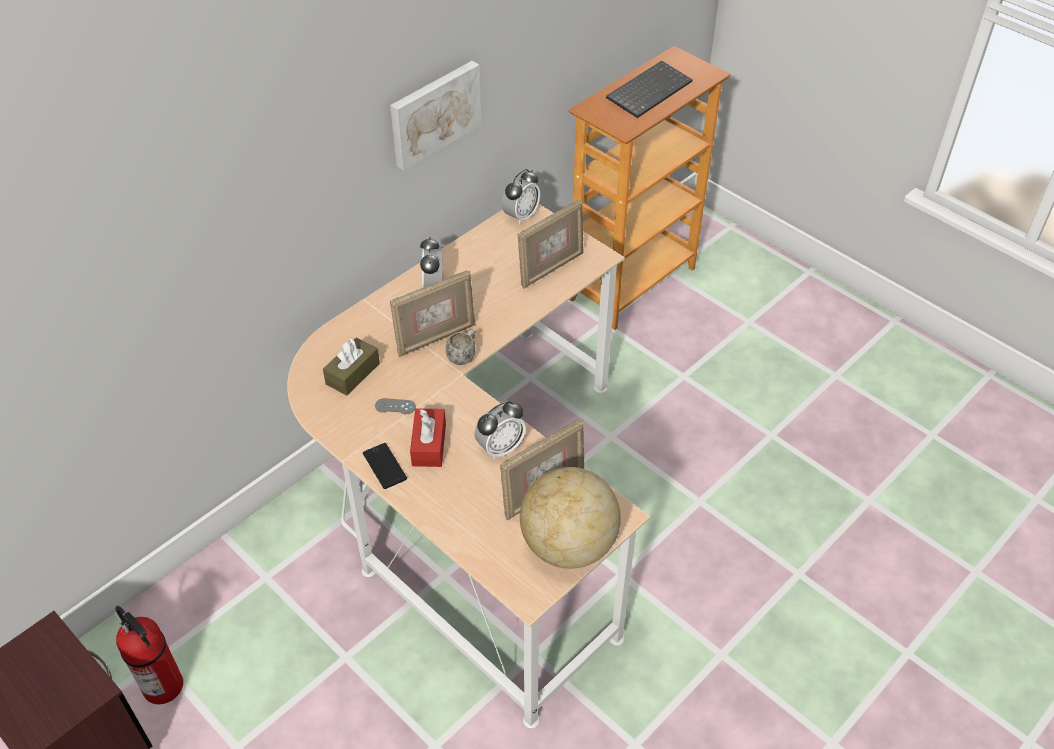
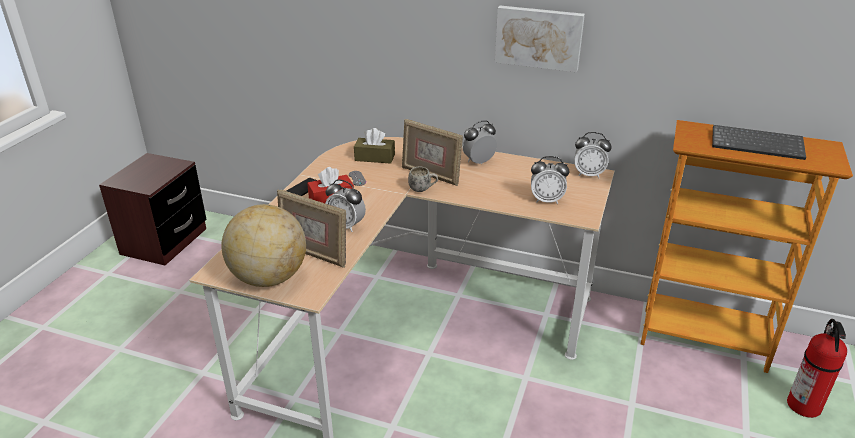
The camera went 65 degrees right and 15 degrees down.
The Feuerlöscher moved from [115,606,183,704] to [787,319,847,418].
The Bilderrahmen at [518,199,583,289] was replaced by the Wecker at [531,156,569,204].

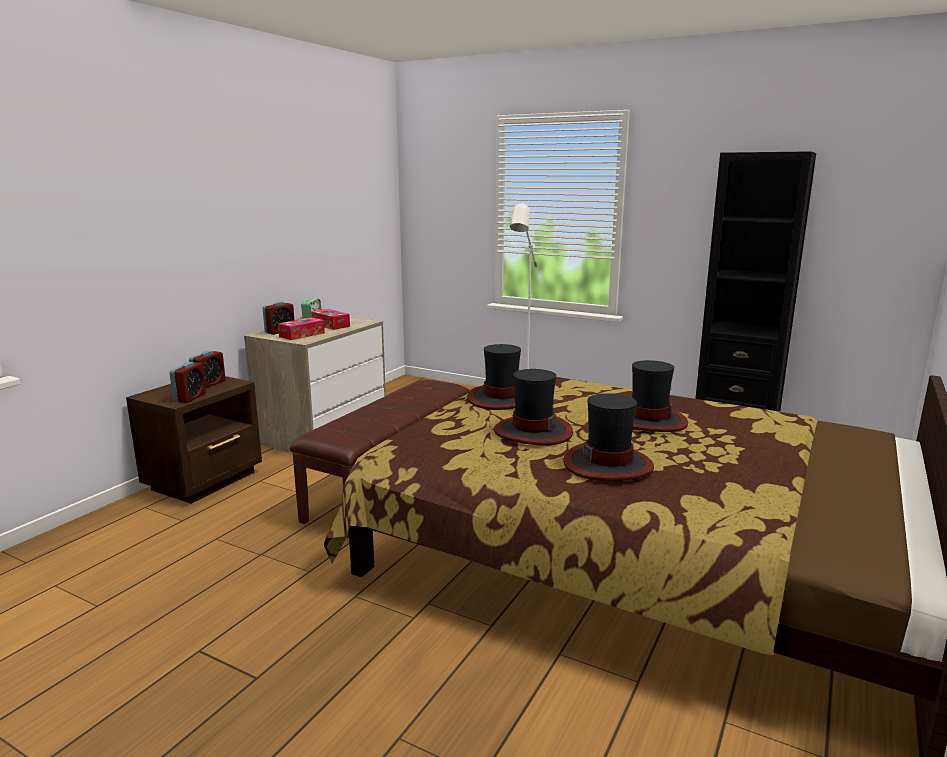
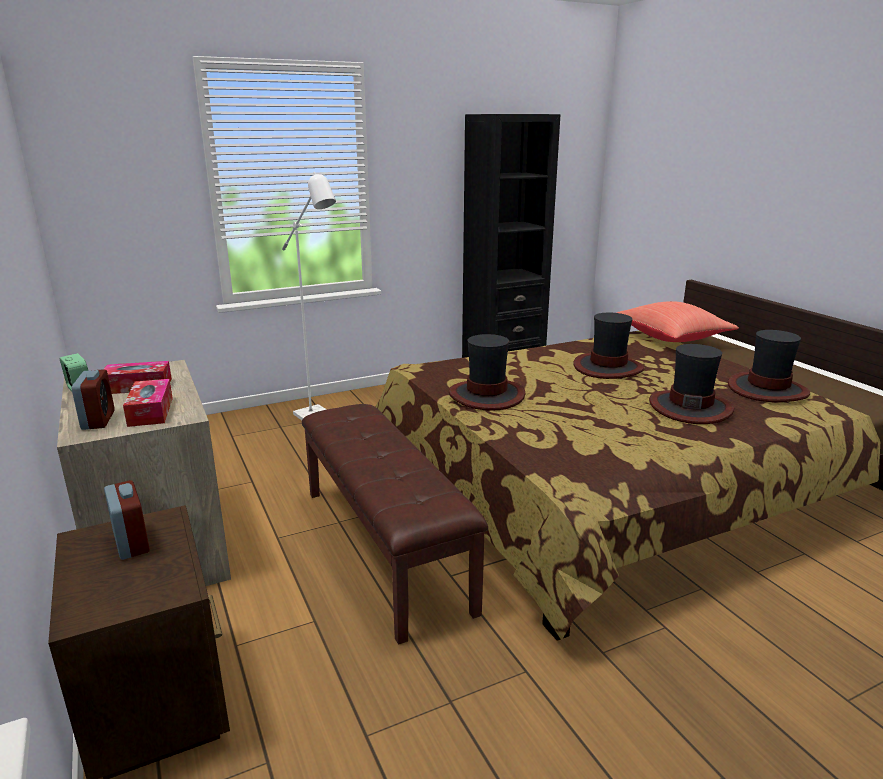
The camera went 55 degrees left and 5 degrees up.
The Wecker at [169,362,206,403] disappeared.
The Kissen (rot) at [617,301,739,342] appeared.
The Hut moved from [494,369,573,446] to [728,330,810,402].

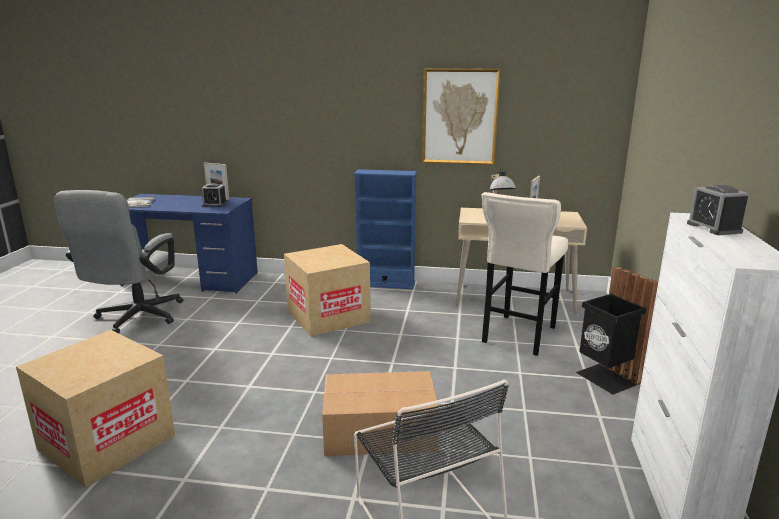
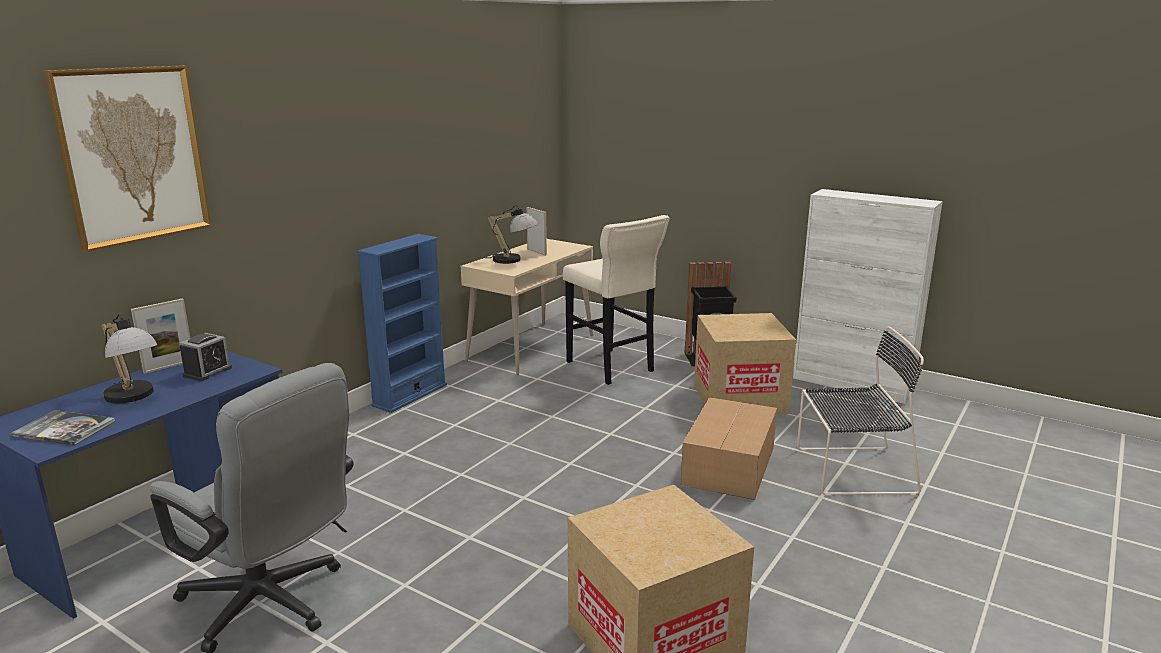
The camera went 65 degrees left and 0 degrees up.
The Wecker at [687,185,749,235] disappeared.
The Tischlampe at [102,313,157,403] appeared.
The Karton moved from [284,244,371,337] to [694,313,796,414].
The Bild moved from [422,68,500,165] to [43,66,212,252].

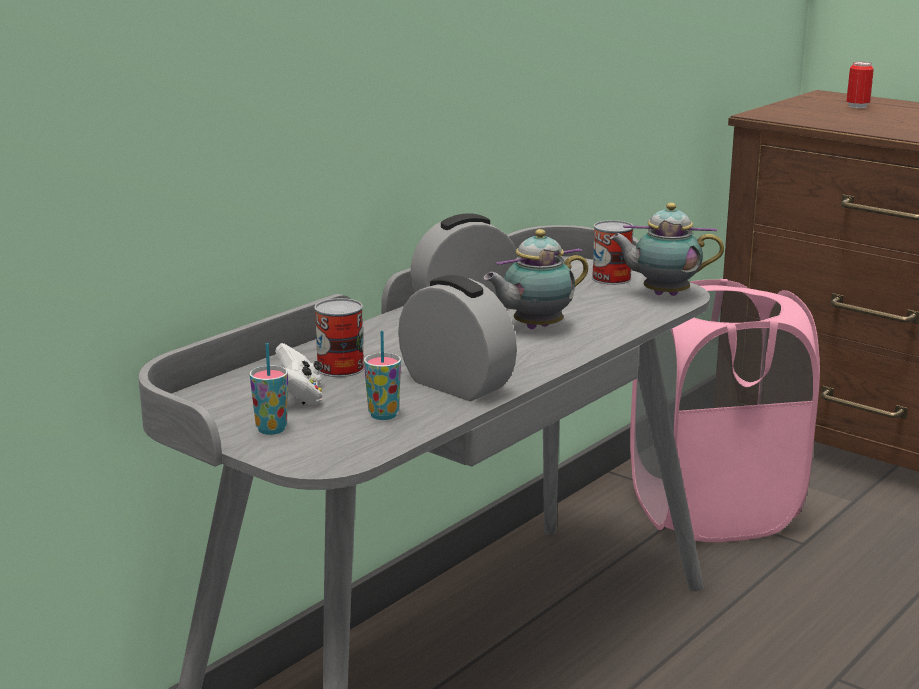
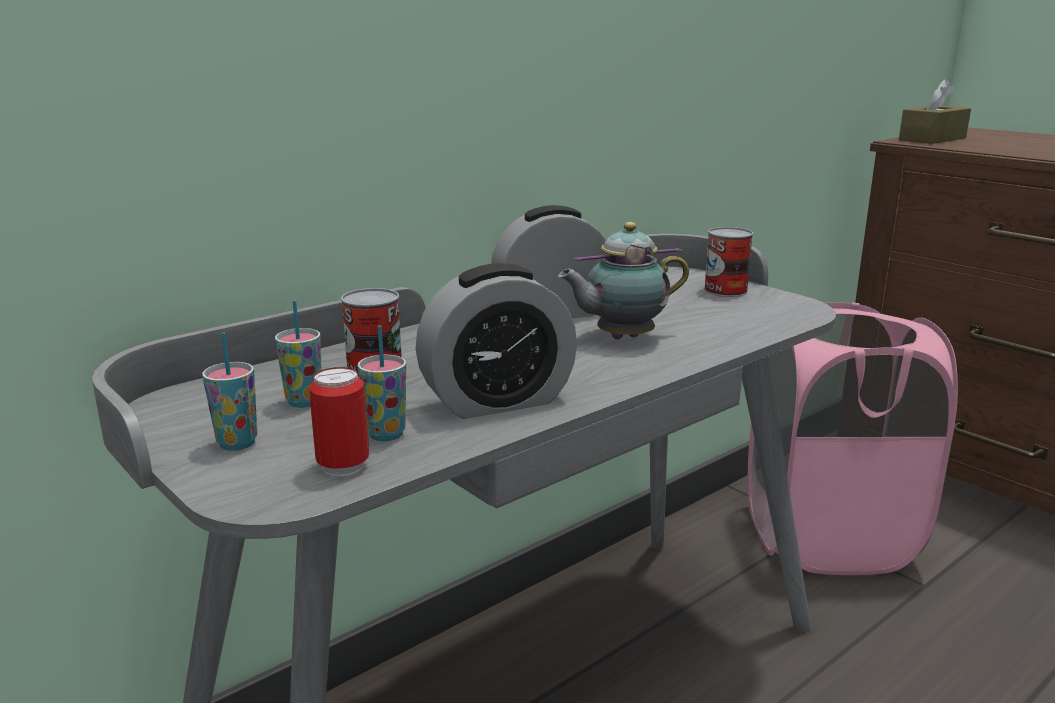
The camera went 10 degrees right and 0 degrees up.
The Teekanne at [610,203,724,296] disappeared.
The Taschentuchbox (braun) at [899,79,971,144] appeared.
The Dose moved from [847,62,874,108] to [309,367,369,476].
The Gamepad (weiß) at [275,343,323,405] was replaced by the Tasse at [275,301,321,408].
The Wecker at [398,275,517,401] turned 105 degrees clockwise.

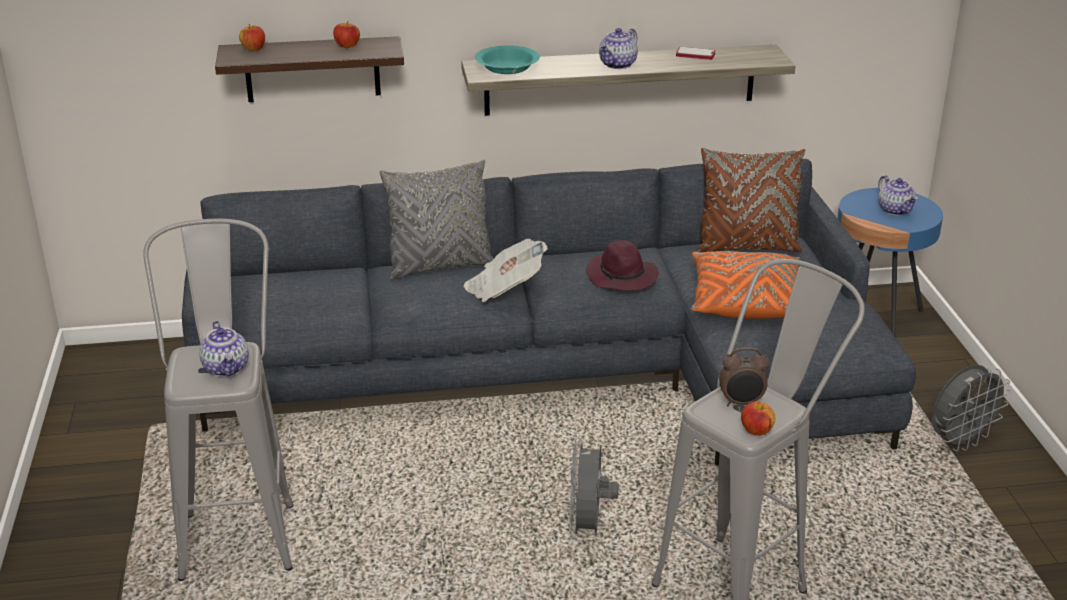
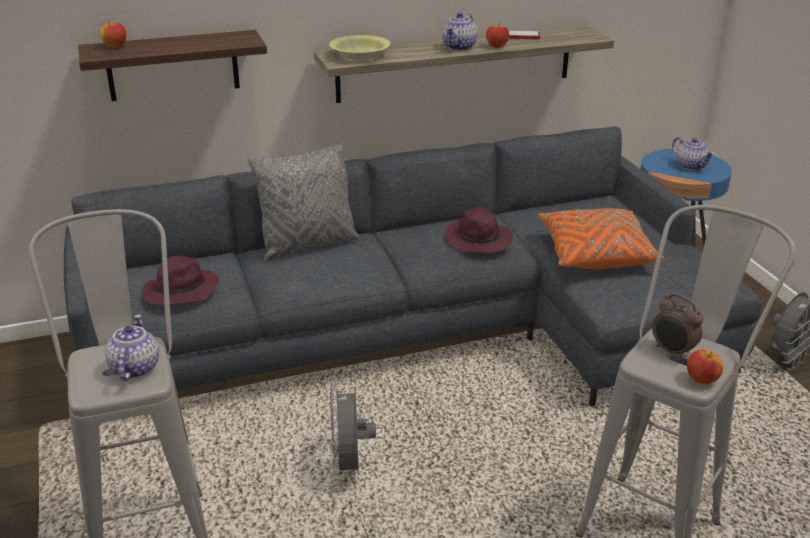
The camera went 10 degrees left and 0 degrees up.
The Zeitung at [464,239,548,302] disappeared.
The Kissen (braun) at [696,148,805,252] disappeared.
The Hut (lila) at [142,256,219,305] appeared.
The Apfel moved from [333,21,360,48] to [486,23,509,48].
The Ventilator (grau) moved from [569,438,619,539] to [330,384,376,480].
The Schüssel (türkis) at [475,45,540,74] became the Schüssel (gelb) at [329,35,390,60].
The Teekanne at [199,321,249,377] turned 150 degrees counterclockwise.
The Wecker at [719,347,769,406] turned 60 degrees clockwise.

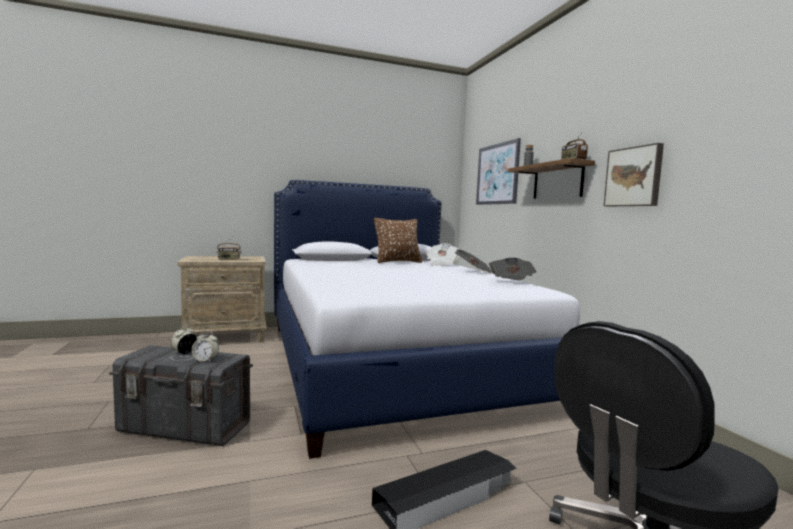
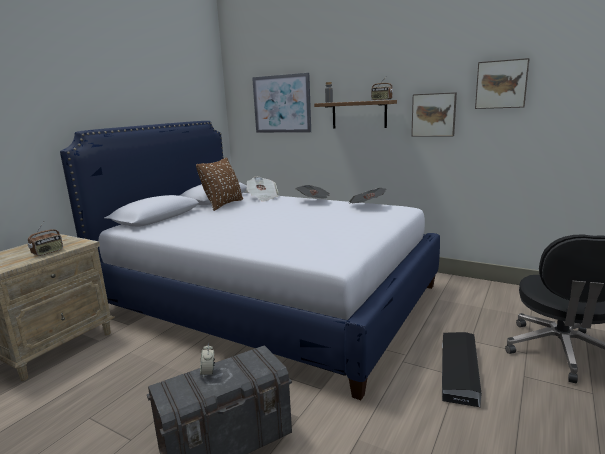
The camera went 40 degrees left and 10 degrees up.
The Wecker at [192,330,219,362] disappeared.
The Bild at [475,58,530,109] appeared.

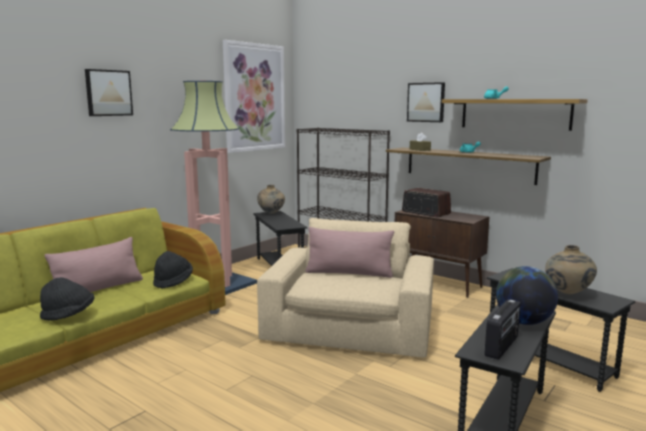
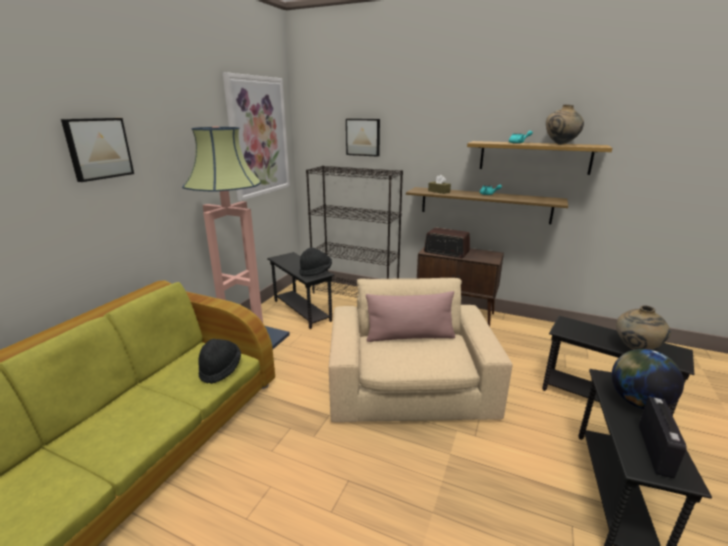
The camera went 15 degrees left and 10 degrees up.
The Kissen (rosa) at [45,237,143,292] disappeared.
The Hut (schwarz) moved from [40,277,94,321] to [299,247,332,276].
The Vase (beige) moved from [257,185,285,214] to [546,105,584,145].
The Bild moved from [407,82,445,122] to [346,119,380,157].

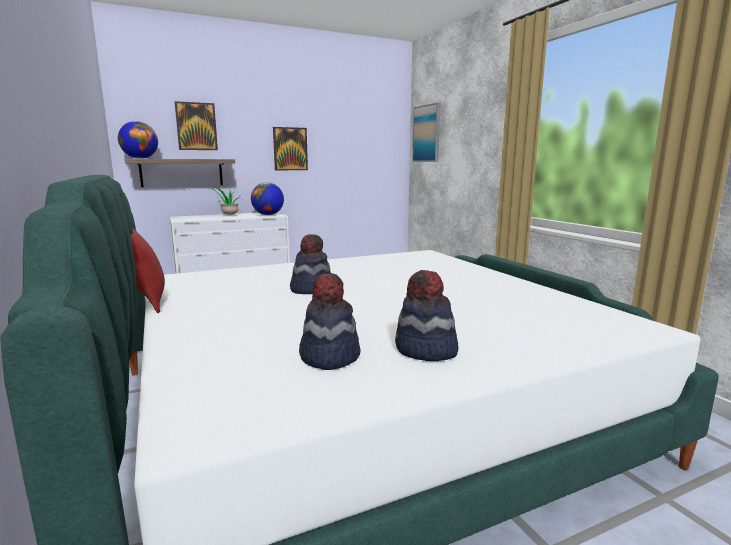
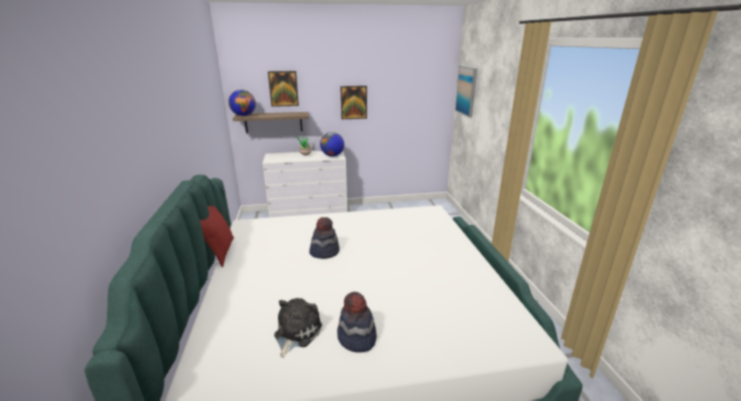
The camera went 15 degrees right and 10 degrees up.
The Hut at [299,273,360,370] was replaced by the Plüschtier at [274,298,322,358].

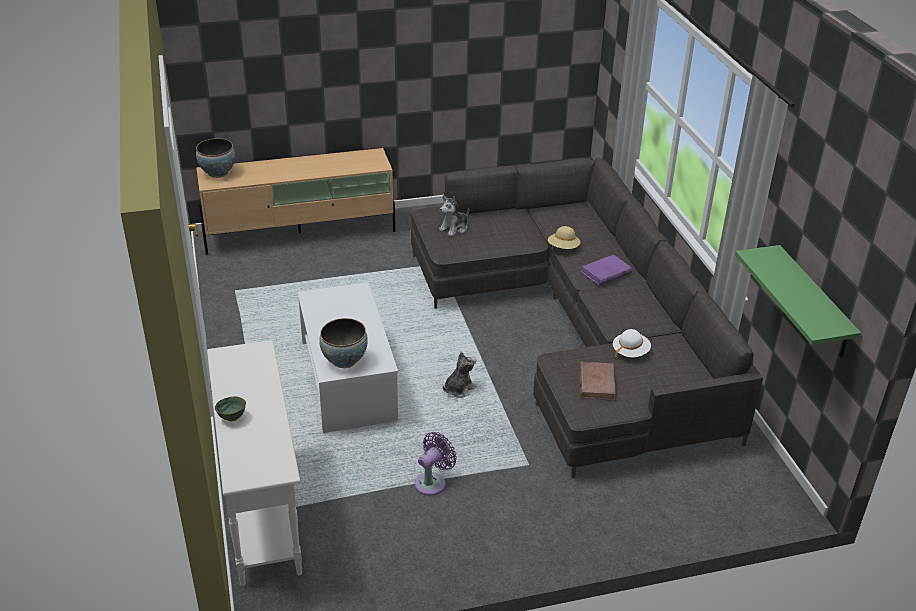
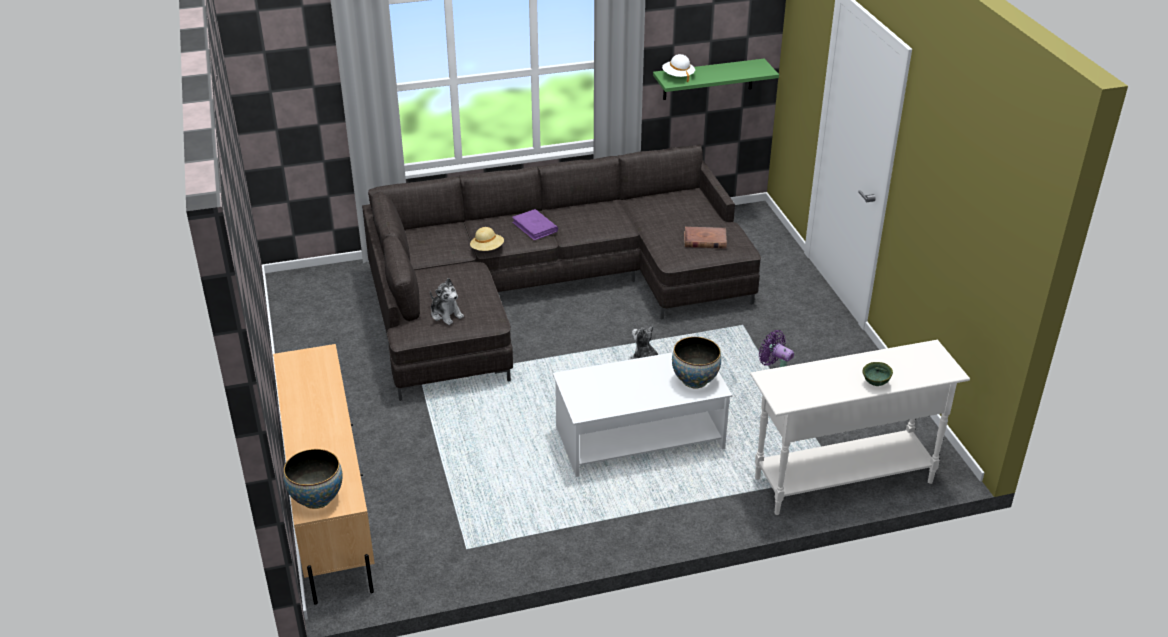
The camera went 90 degrees left and 0 degrees up.
The Hut (weiß) moved from [613,329,651,358] to [662,54,695,82].

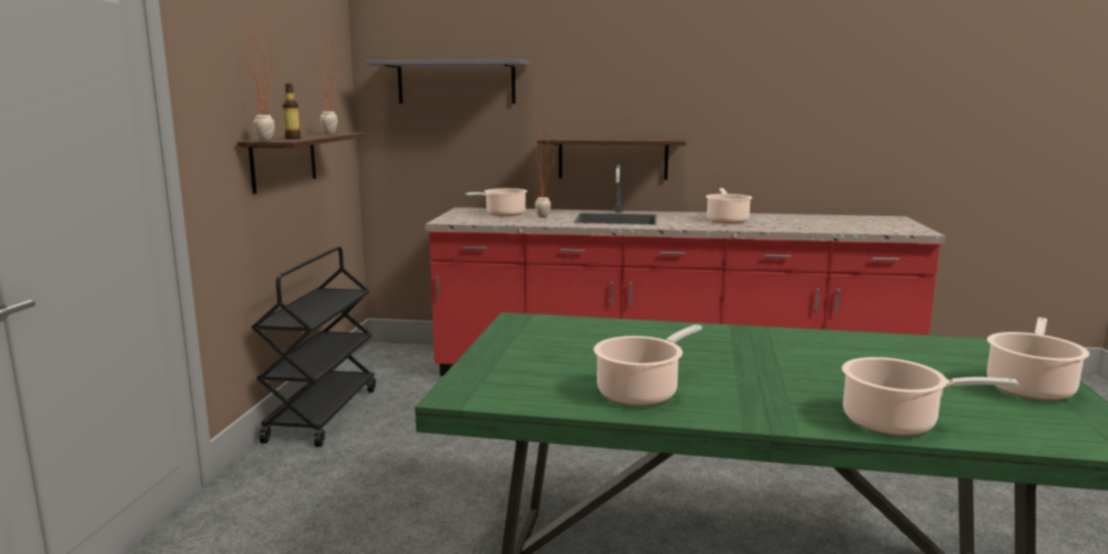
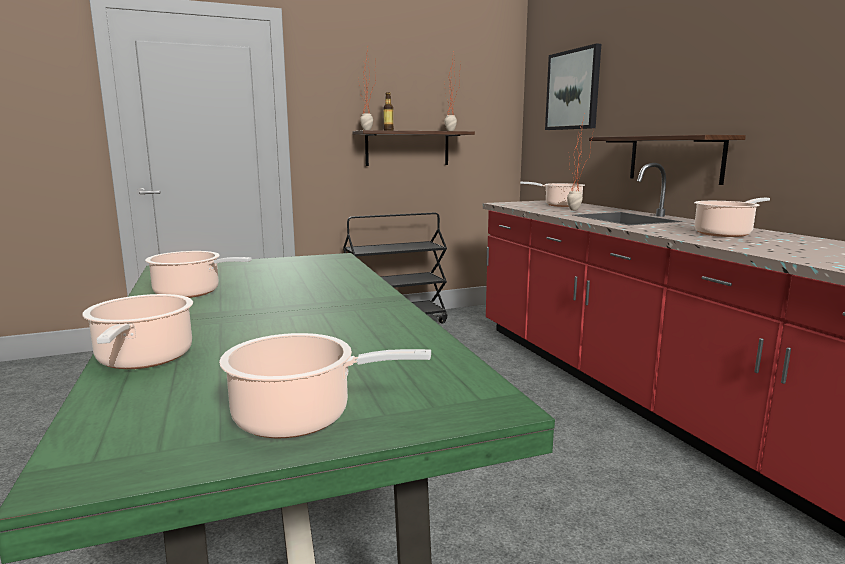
The camera went 60 degrees right and 0 degrees up.
The Wandregal (grau) at [365,59,530,104] was replaced by the Bild at [545,43,601,130].

